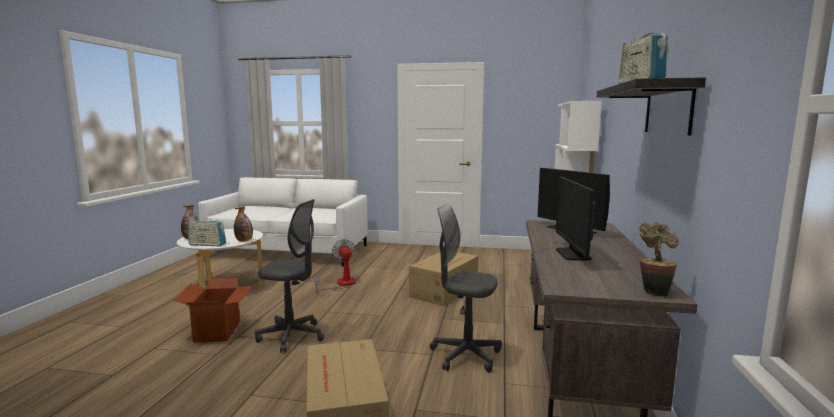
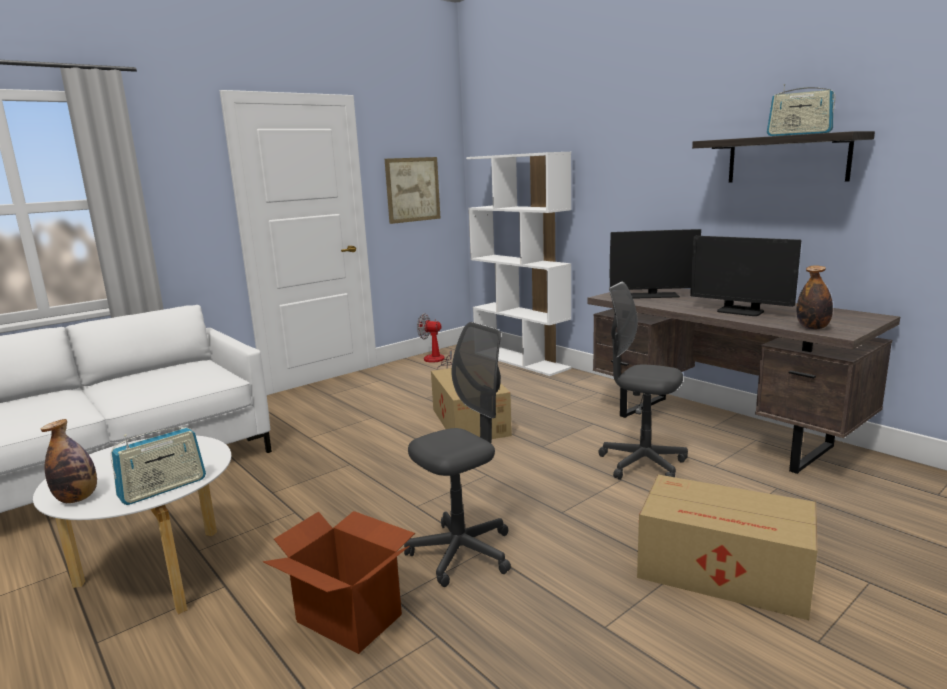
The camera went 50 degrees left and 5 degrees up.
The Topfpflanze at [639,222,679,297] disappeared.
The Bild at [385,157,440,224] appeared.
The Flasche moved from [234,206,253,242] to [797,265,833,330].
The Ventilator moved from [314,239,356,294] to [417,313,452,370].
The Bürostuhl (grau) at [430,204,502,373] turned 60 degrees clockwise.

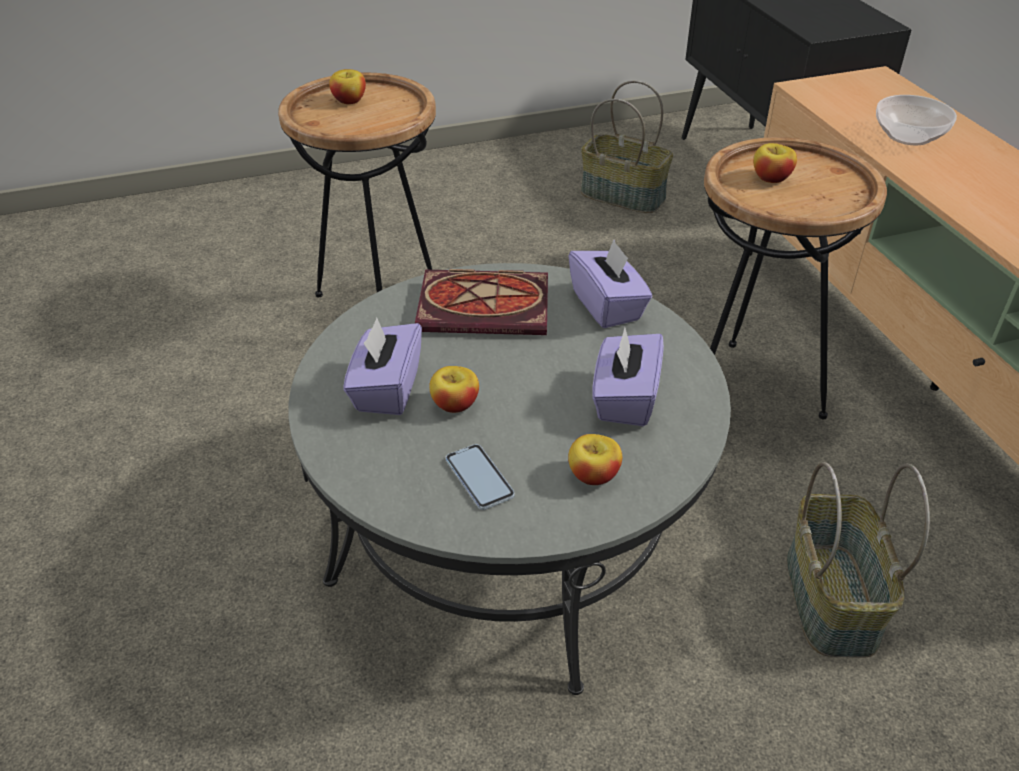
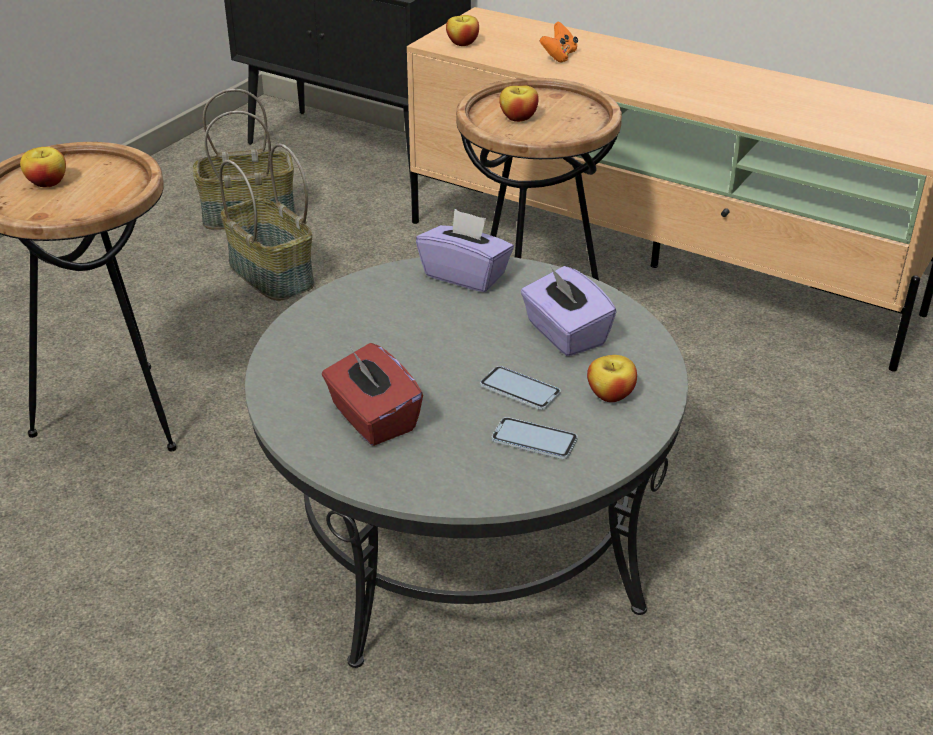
The camera went 40 degrees left and 5 degrees down.
The Buch at [415,269,548,335] disappeared.
The Handy at [480,366,561,410] appeared.
The Apfel moved from [429,366,479,413] to [446,15,479,46].
The Korb moved from [786,462,930,658] to [219,144,314,301].
The Schüssel at [876,95,957,145] was replaced by the Gamepad (orange) at [540,22,578,63].
The Taschentuchbox (lila) at [343,318,422,415] became the Taschentuchbox (rot) at [322,343,423,446].

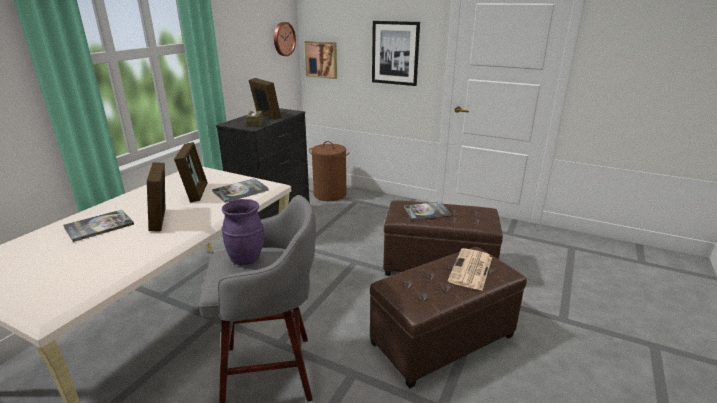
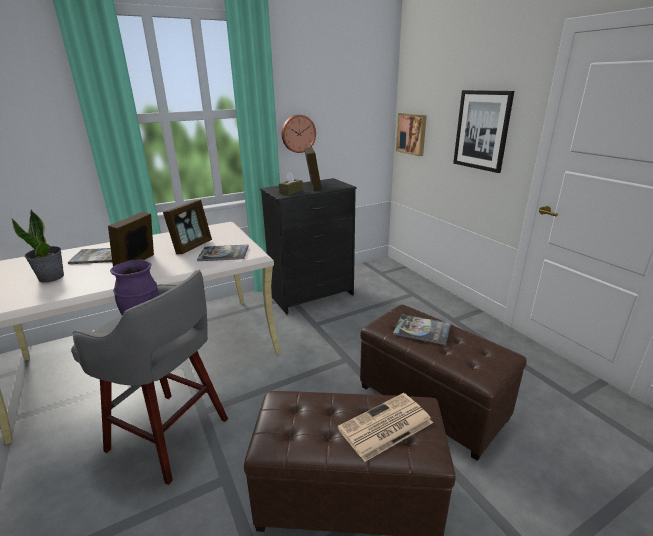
The camera went 35 degrees right and 0 degrees up.
The Wäschekorb (braun) at [309,141,349,201] disappeared.
The Topfpflanze at [12,210,64,282] appeared.
The Wanduhr moved from [274,22,296,56] to [282,115,316,153].

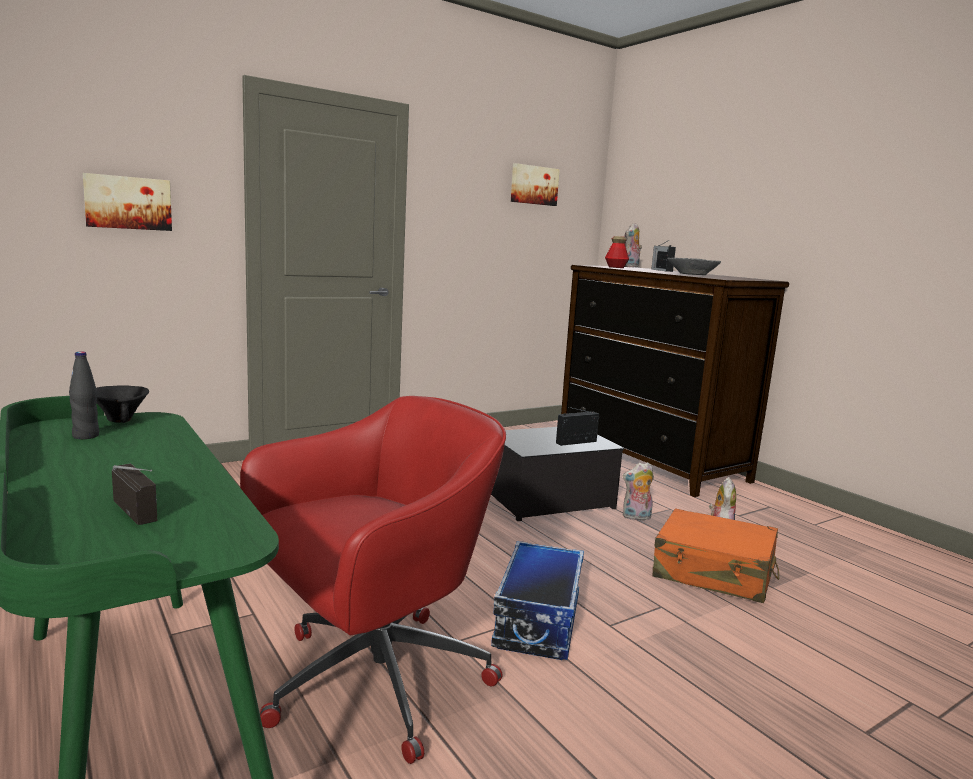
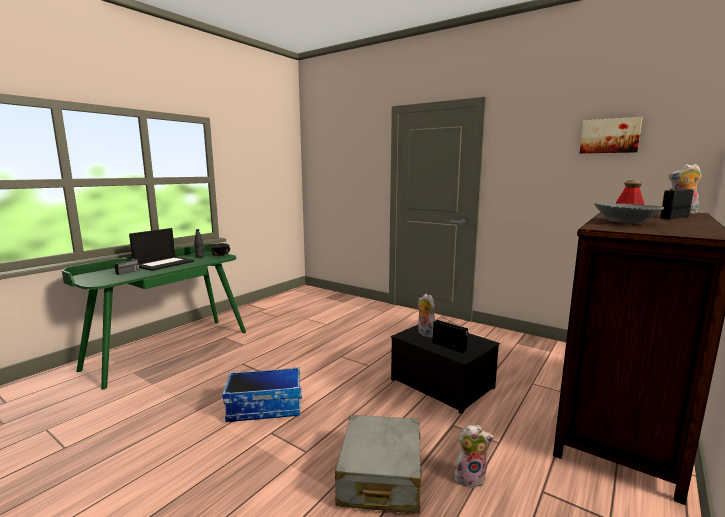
The camera went 70 degrees right and 0 degrees up.
The Bild at [83,173,172,231] disappeared.
The Bürostuhl (rot) at [240,396,506,764] disappeared.
The Laptop at [129,228,194,271] appeared.
The Plüschtier moved from [623,462,654,520] to [418,294,436,338].
The Koffer (orange) at [652,508,779,603] became the Koffer (grau) at [335,415,422,514].

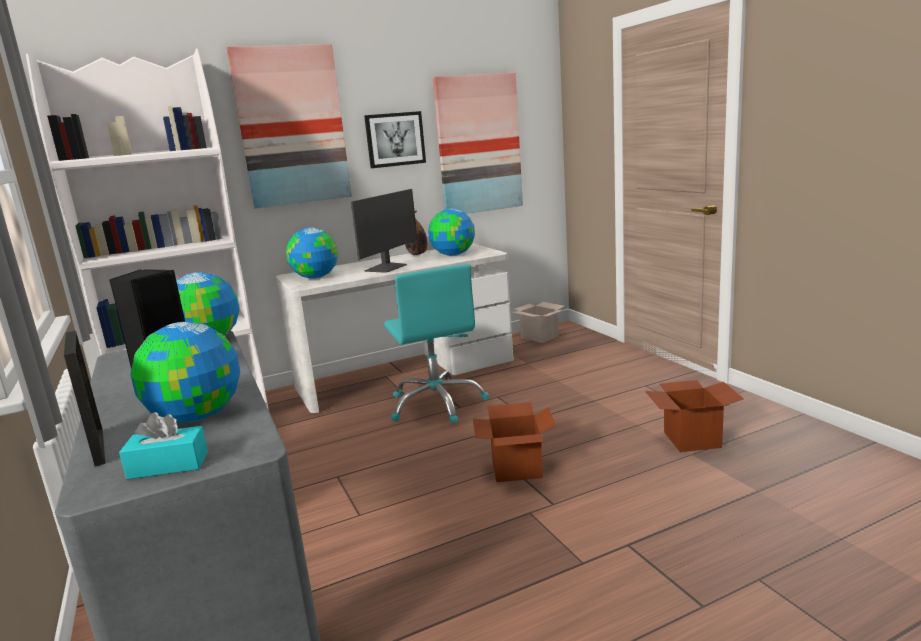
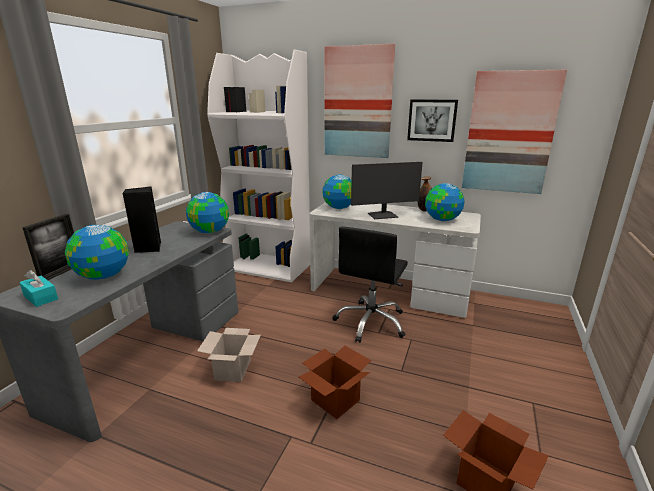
The camera went 45 degrees right and 5 degrees up.
The Karton moved from [512,302,565,343] to [197,328,261,382].
The Bürostuhl (türkis) at [384,264,489,424] became the Bürostuhl (schwarz) at [332,226,408,343].

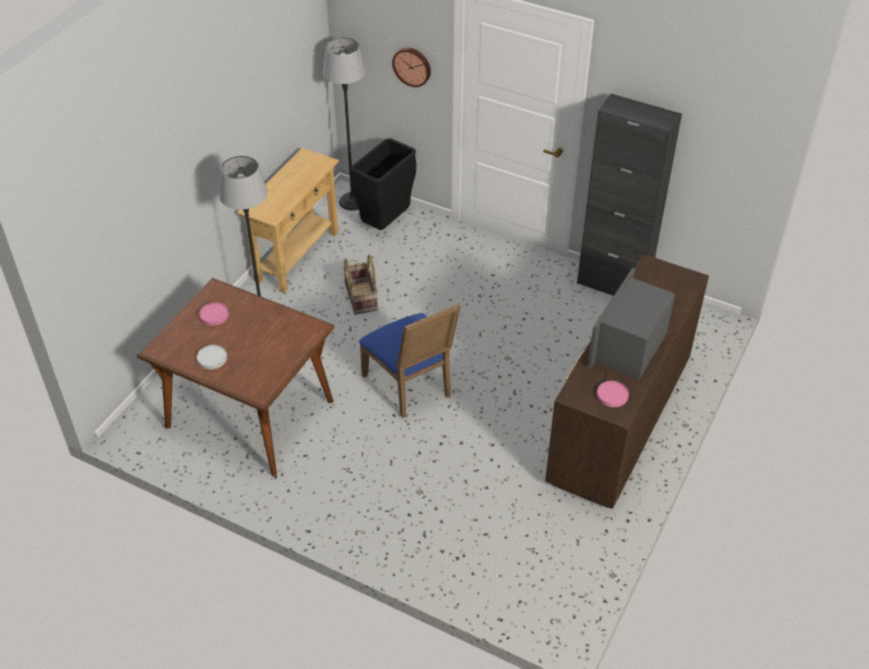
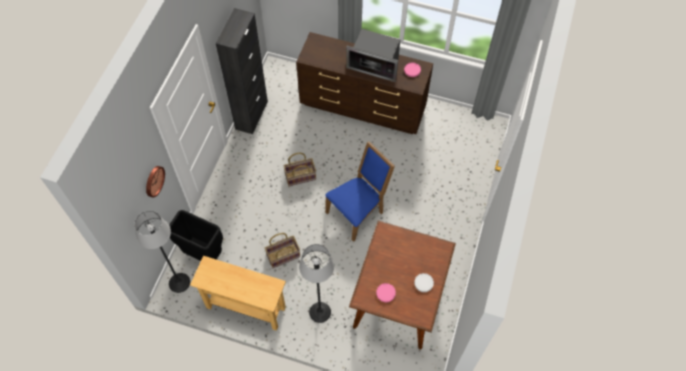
The camera went 100 degrees left and 15 degrees up.
The Korb at [283,152,316,186] appeared.

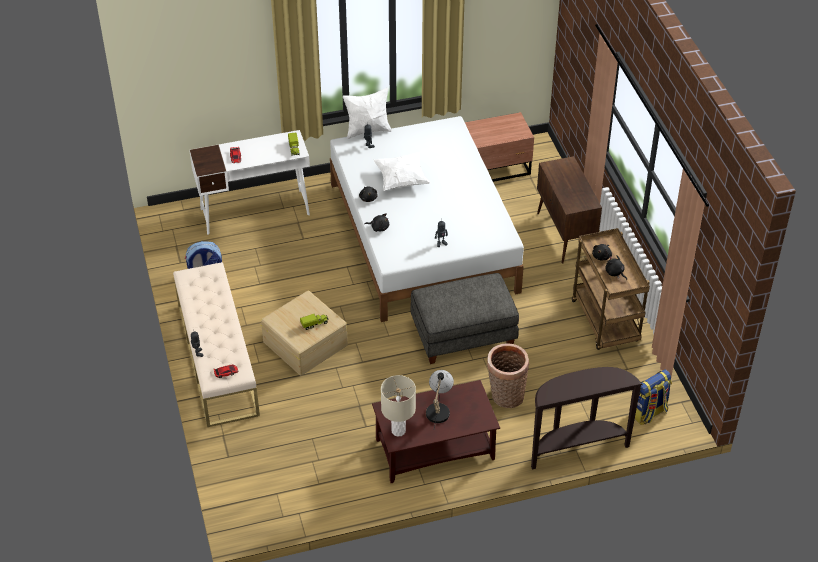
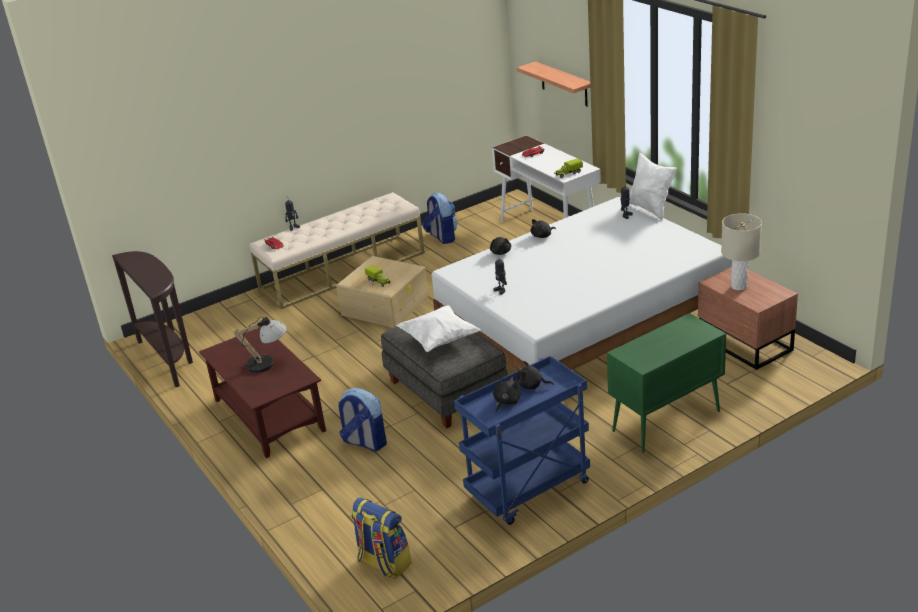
The camera went 75 degrees right and 15 degrees down.
The Wandregal at [517,62,590,107] appeared.
The Kissen (weiß) moved from [373,152,430,191] to [396,305,481,352].
The Tischlampe (beige) moved from [381,375,416,437] to [721,213,762,290].
The Konsolentisch (braun) moved from [531,367,643,470] to [112,251,193,387].
The Korb at [487,343,529,408] was replaced by the Rucksack at [338,388,387,451].
The Schrank (braun) at [537,156,602,264] became the Schrank (grün) at [607,313,726,453].
The Rollwagen (braun) at [572,228,650,350] became the Rollwagen (blau) at [454,356,590,525].

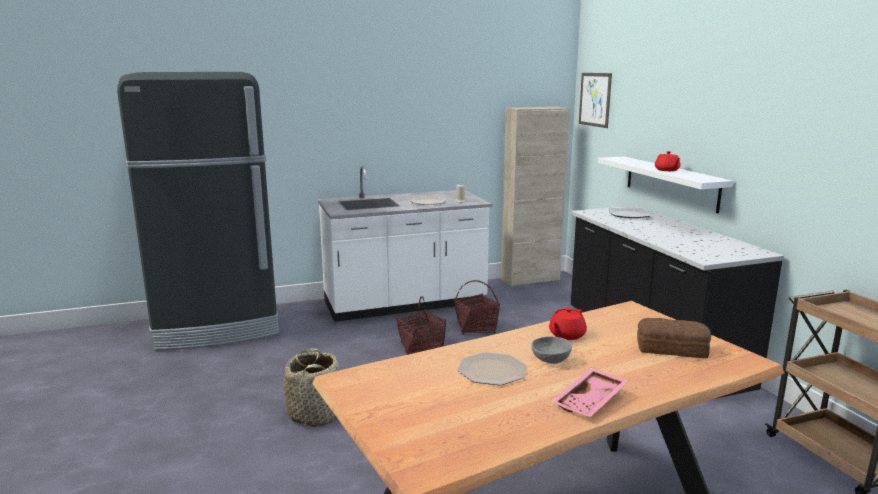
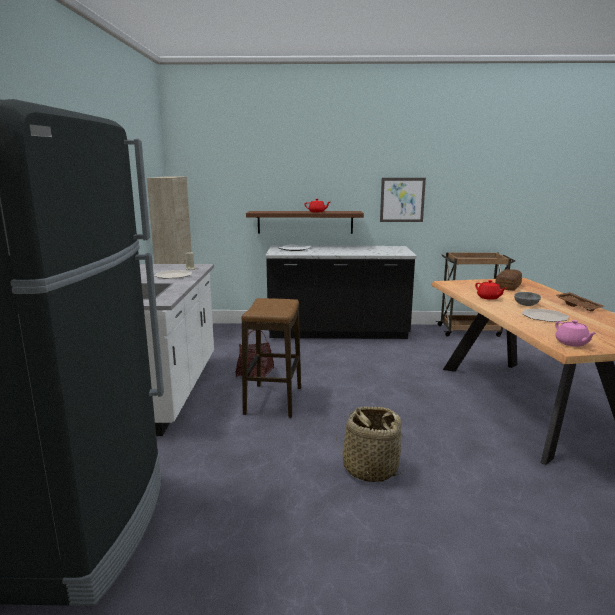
The camera went 70 degrees left and 0 degrees up.
The Teekanne (rosa) at [555,320,597,347] appeared.
The Bild moved from [579,73,612,128] to [380,178,426,222].
The Korb at [397,296,446,355] was replaced by the Hocker at [241,298,301,418].
The Tablett (rosa) at [551,368,628,417] became the Tablett (braun) at [555,292,604,312].
The Wandregal (weiß) at [598,156,733,213] became the Wandregal (braun) at [246,211,364,234].

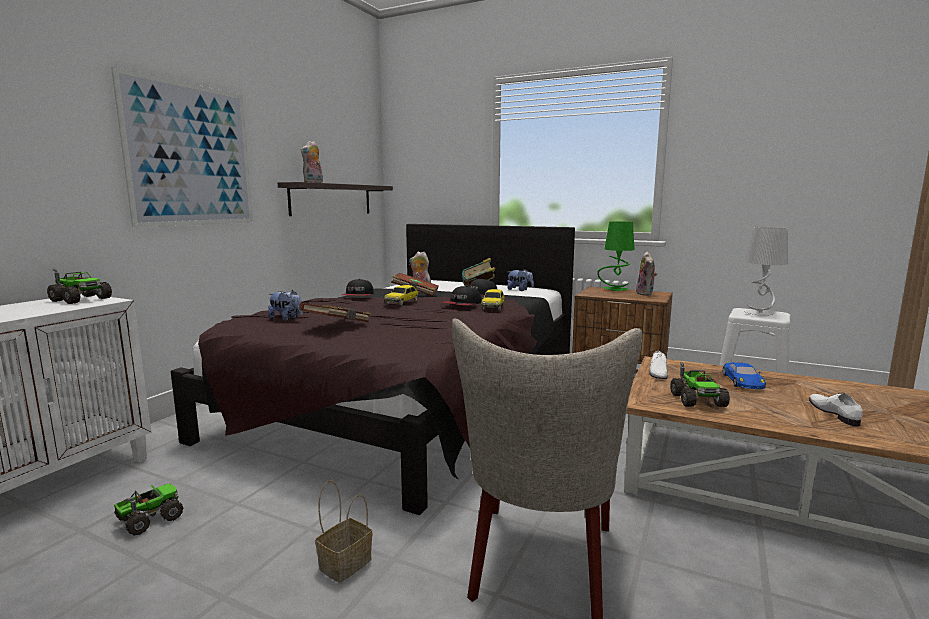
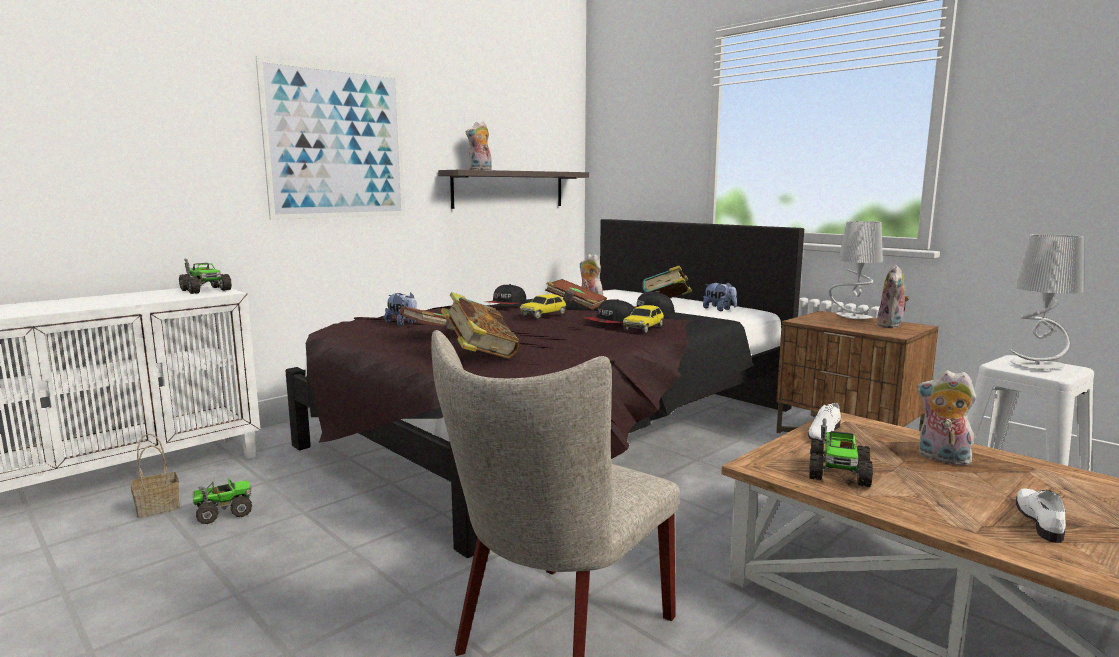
The camera went 20 degrees right and 0 degrees up.
The Buch at [441,292,519,358] appeared.
The Korb moved from [315,480,372,583] to [131,434,180,518].
The Spielzeugauto (blau) at [723,362,766,389] was replaced by the Plüschtier at [917,370,976,465].
The Tischlampe (grün) at [597,221,635,291] became the Tischlampe (grau) at [829,221,883,319].

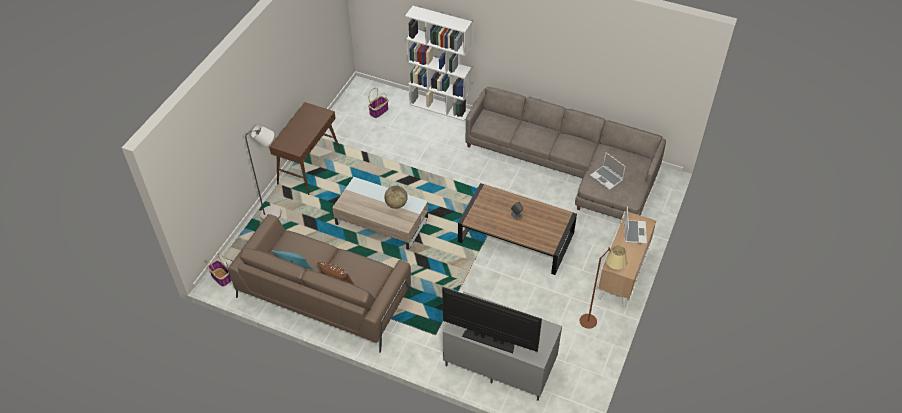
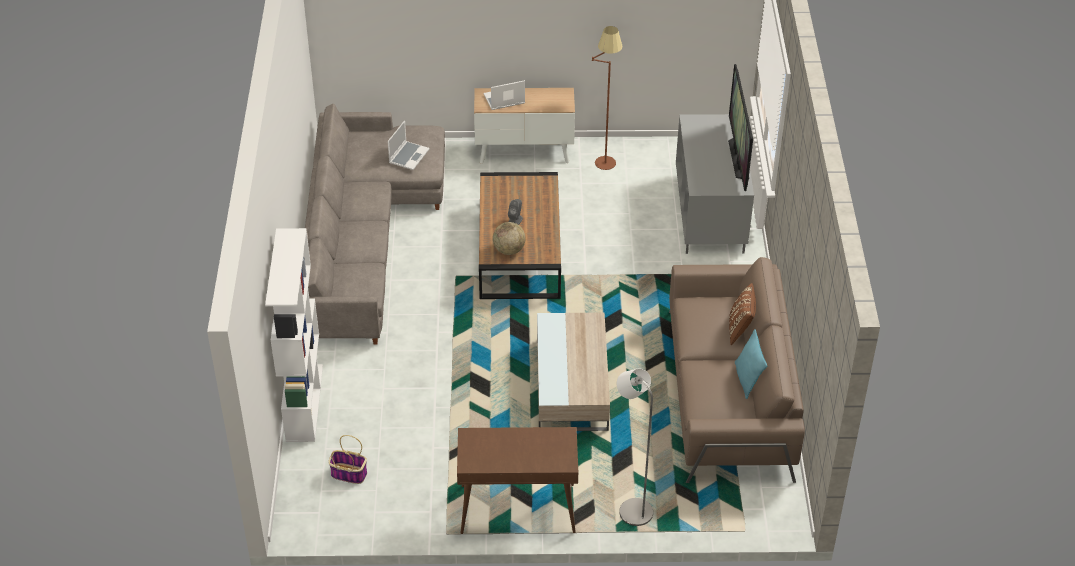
The camera went 115 degrees left and 5 degrees down.
The Korb at [206,253,232,287] disappeared.
The Globus moved from [384,186,408,209] to [493,222,526,255].

